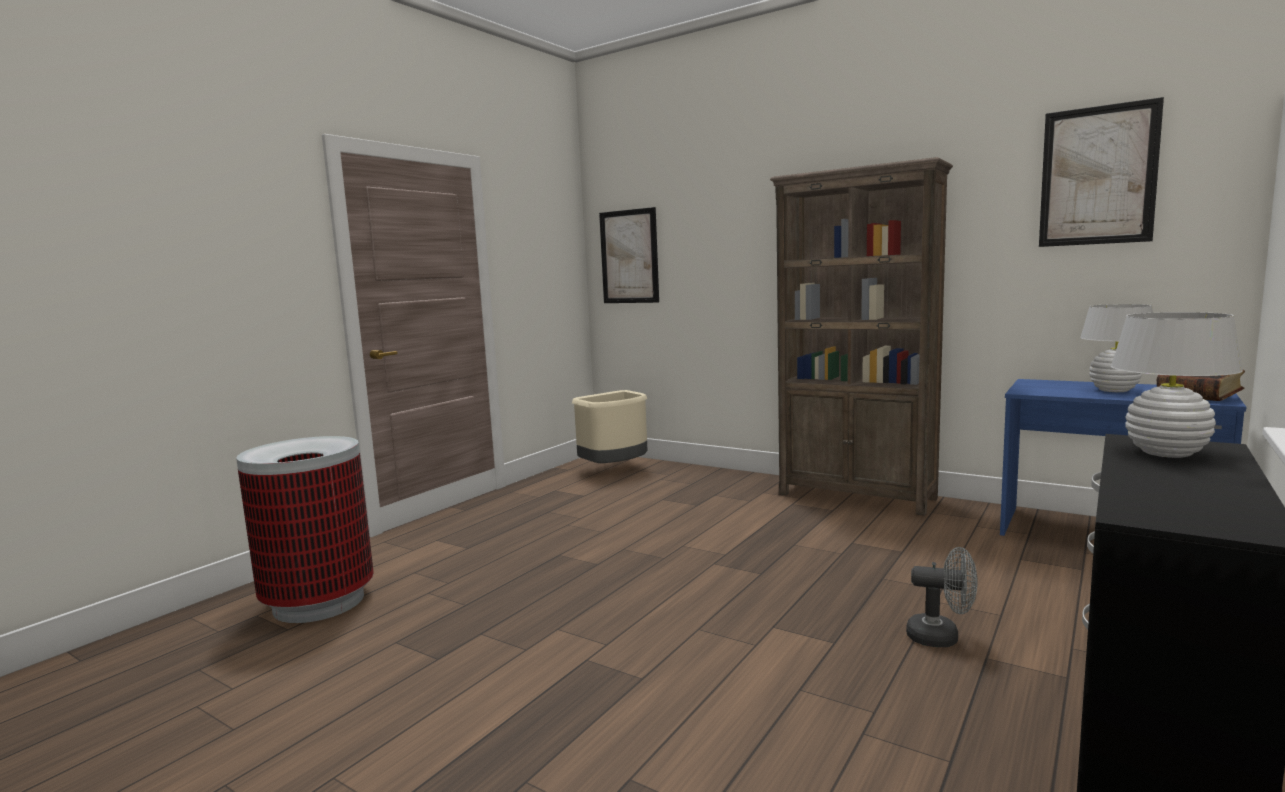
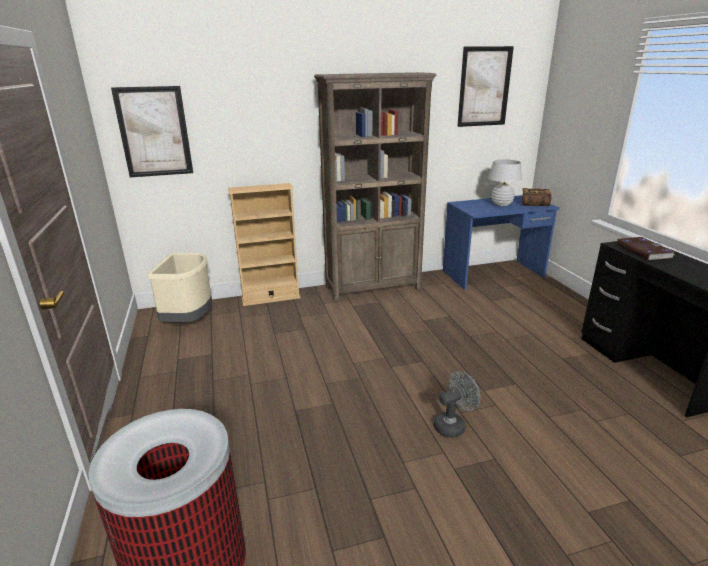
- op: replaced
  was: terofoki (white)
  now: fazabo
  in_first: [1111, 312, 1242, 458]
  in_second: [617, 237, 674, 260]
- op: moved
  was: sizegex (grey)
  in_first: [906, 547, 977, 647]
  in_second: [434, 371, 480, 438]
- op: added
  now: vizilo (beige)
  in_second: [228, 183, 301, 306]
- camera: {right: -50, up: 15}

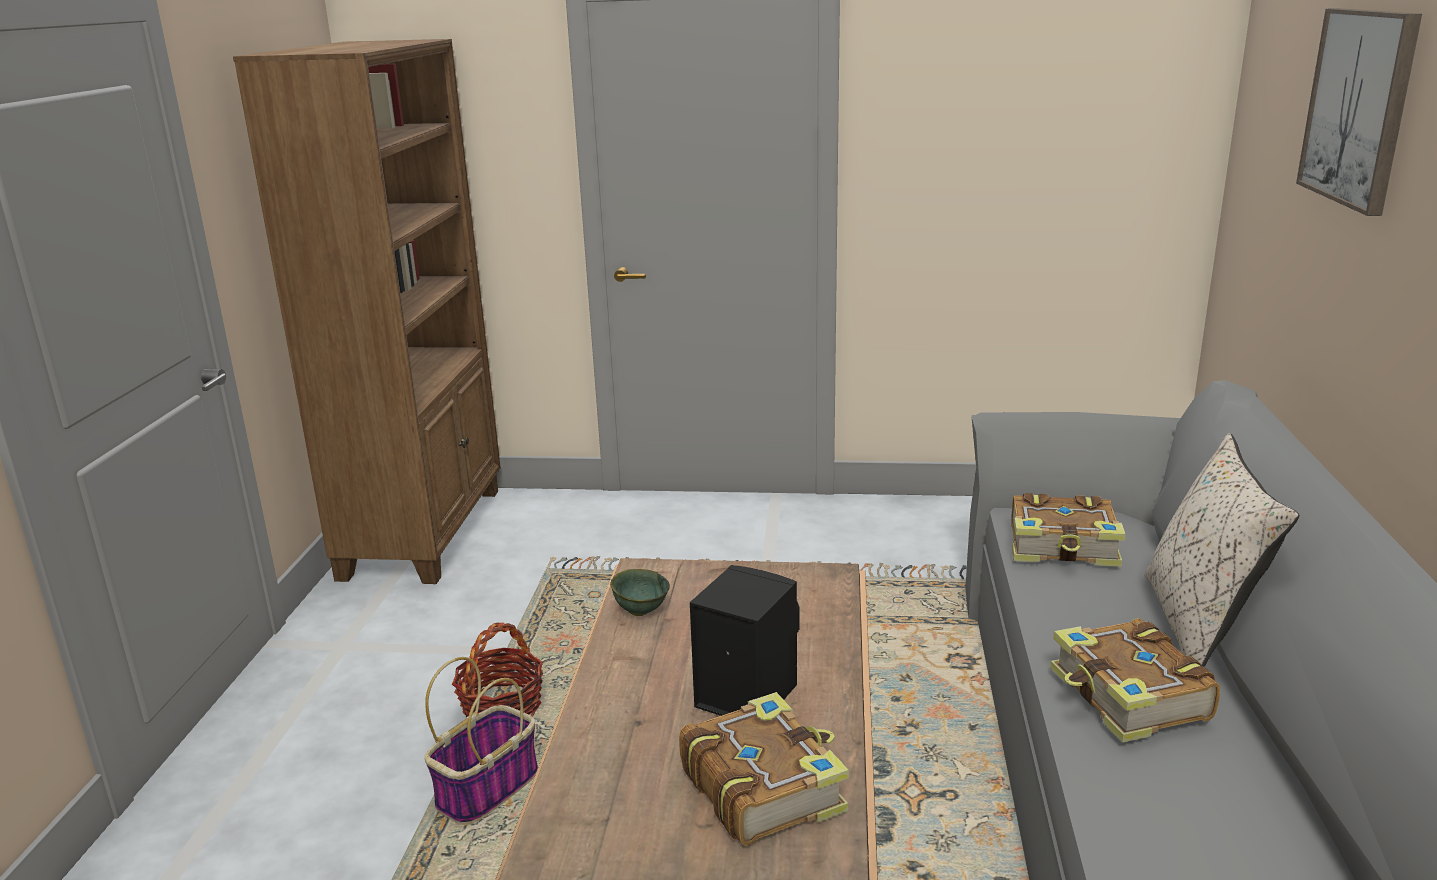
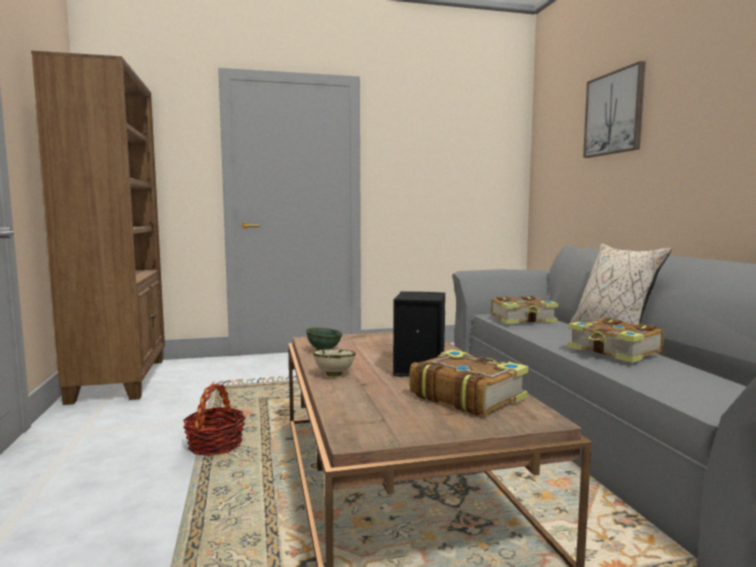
- op: removed
  was: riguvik
  in_first: [424, 657, 538, 825]
- op: added
  now: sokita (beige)
  in_second: [313, 350, 356, 376]
- camera: {right: -20, up: -15}

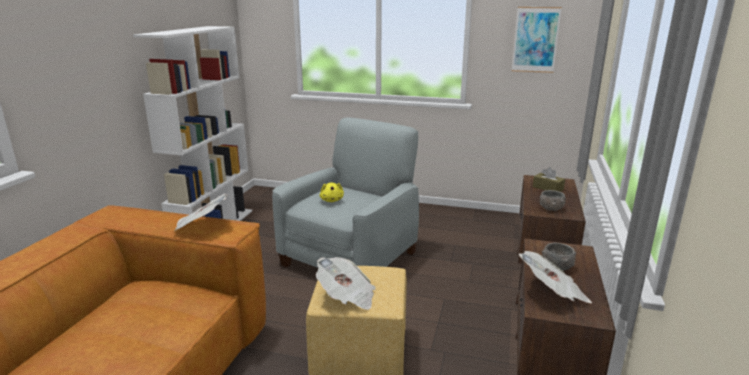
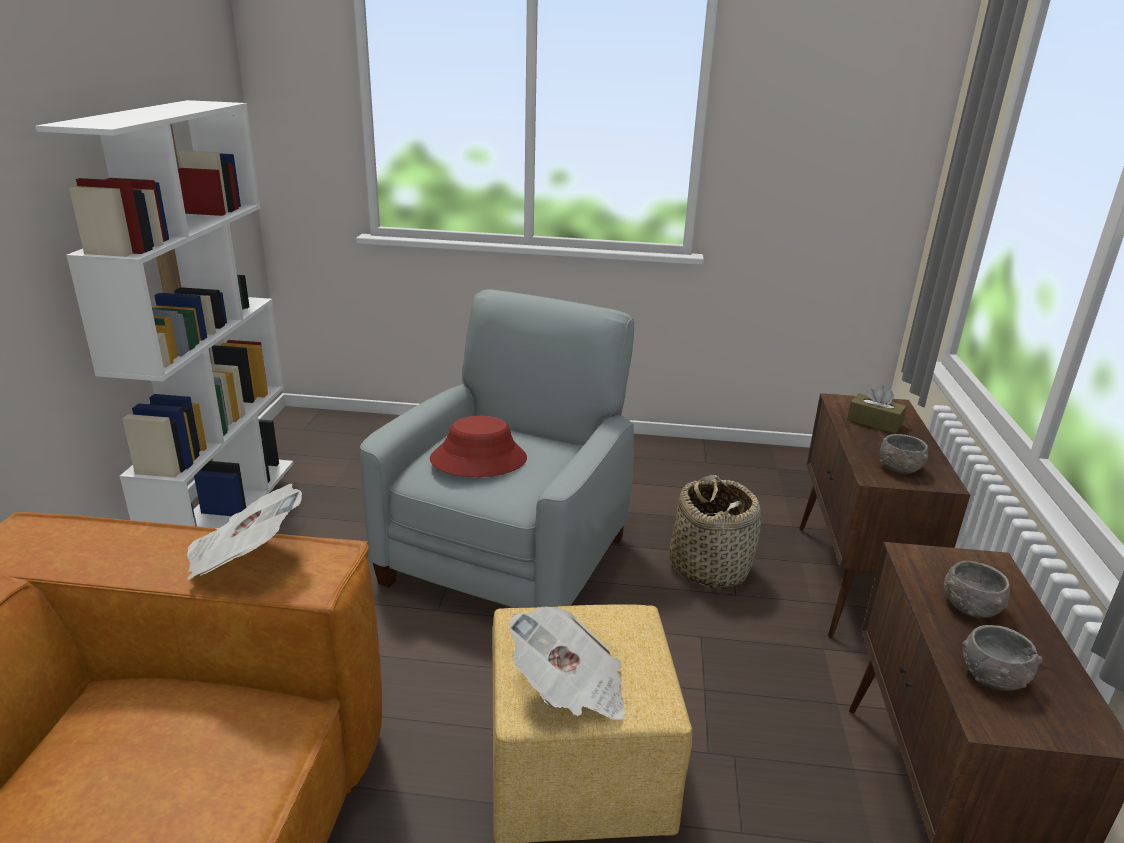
- op: removed
  was: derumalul
  in_first: [512, 7, 562, 73]
- op: replaced
  was: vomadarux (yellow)
  now: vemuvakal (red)
  in_first: [320, 183, 344, 202]
  in_second: [430, 416, 527, 477]
- op: replaced
  was: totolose
  now: sokita (grey)
  in_first: [519, 251, 592, 303]
  in_second: [962, 625, 1042, 691]
- op: added
  now: riguvik
  in_second: [669, 475, 761, 589]
- camera: {right: -10, up: 5}

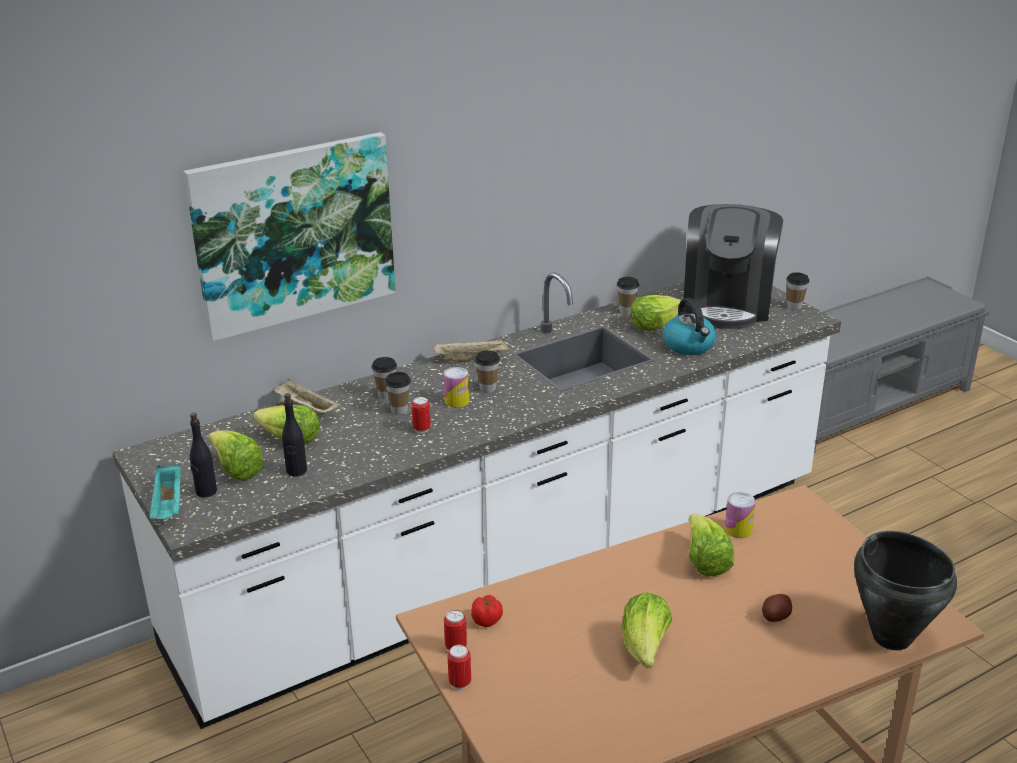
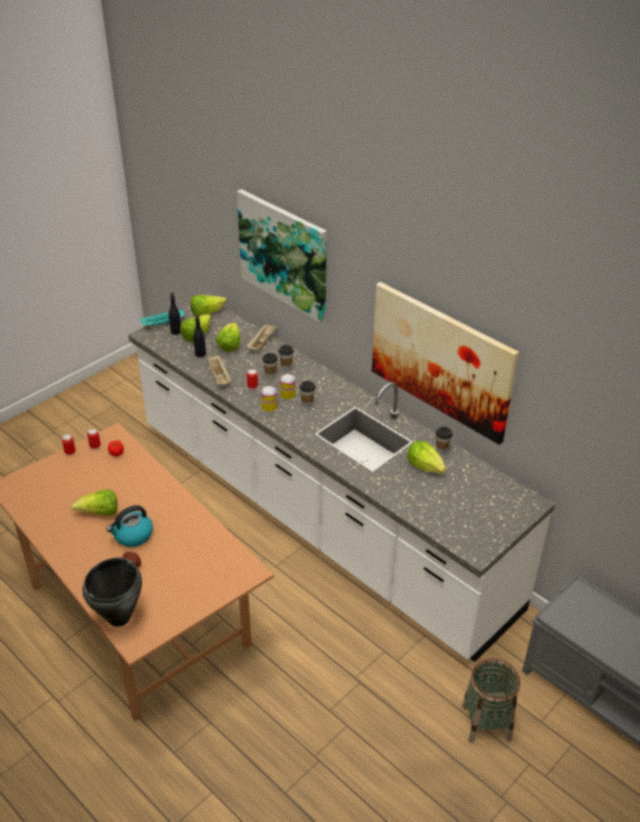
- op: removed
  was: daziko
  in_first: [683, 204, 783, 329]
- op: removed
  was: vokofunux
  in_first: [786, 272, 809, 310]
- op: moved
  was: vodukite
  in_first: [663, 298, 716, 355]
  in_second: [106, 505, 153, 547]
- op: moved
  was: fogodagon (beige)
  in_first: [434, 338, 508, 362]
  in_second: [208, 355, 231, 385]
- op: moved
  was: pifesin
  in_first: [725, 492, 756, 538]
  in_second: [261, 386, 277, 412]
- op: moved
  was: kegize
  in_first: [689, 514, 734, 576]
  in_second: [190, 295, 227, 316]
- op: added
  now: derumalul
  in_second: [372, 282, 519, 445]
- op: added
  now: riguvik
  in_second: [462, 658, 520, 743]
- camera: {right: 75, up: 10}

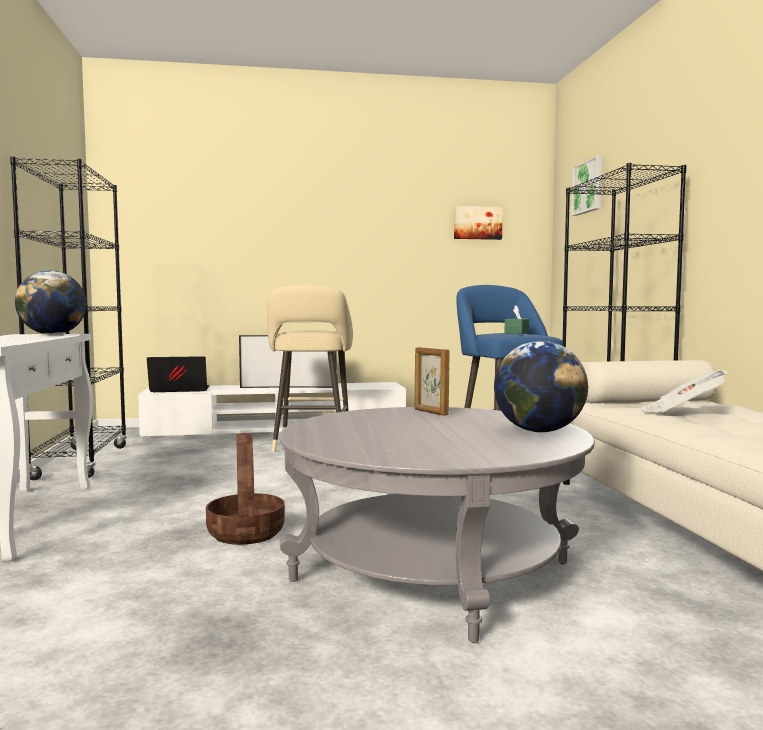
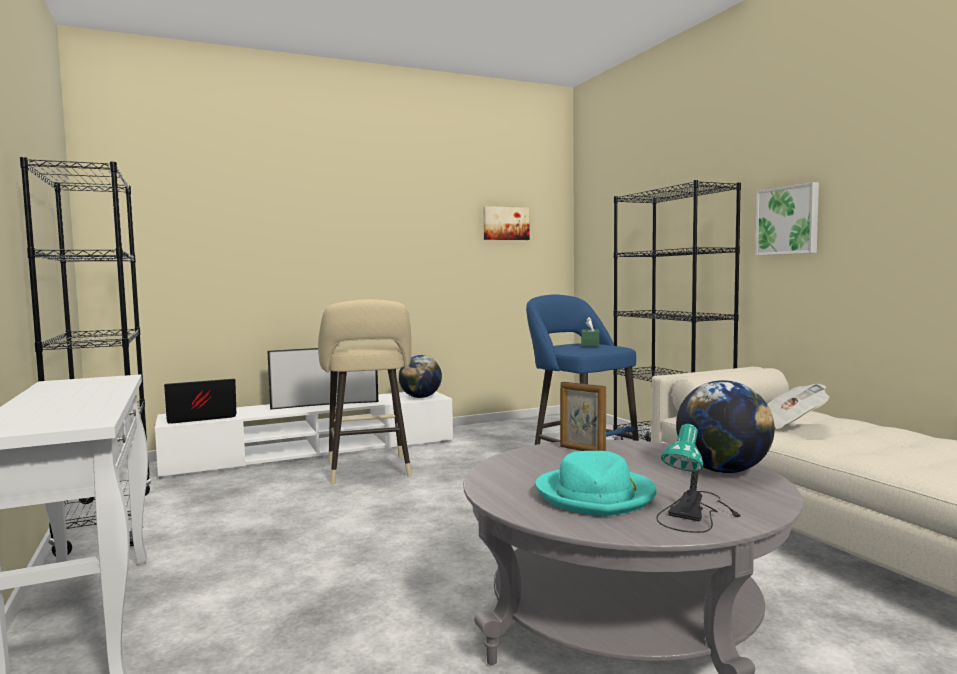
- op: moved
  was: derumalul
  in_first: [572, 156, 602, 216]
  in_second: [755, 182, 819, 256]
- op: moved
  was: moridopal
  in_first: [15, 271, 87, 335]
  in_second: [399, 355, 442, 398]
- op: removed
  was: riguvik
  in_first: [206, 433, 285, 545]
- op: added
  now: terofoki
  in_second: [656, 424, 741, 533]
- op: added
  now: vemuvakal (turquoise)
  in_second: [535, 451, 657, 517]
- camera: {right: -15, up: 0}

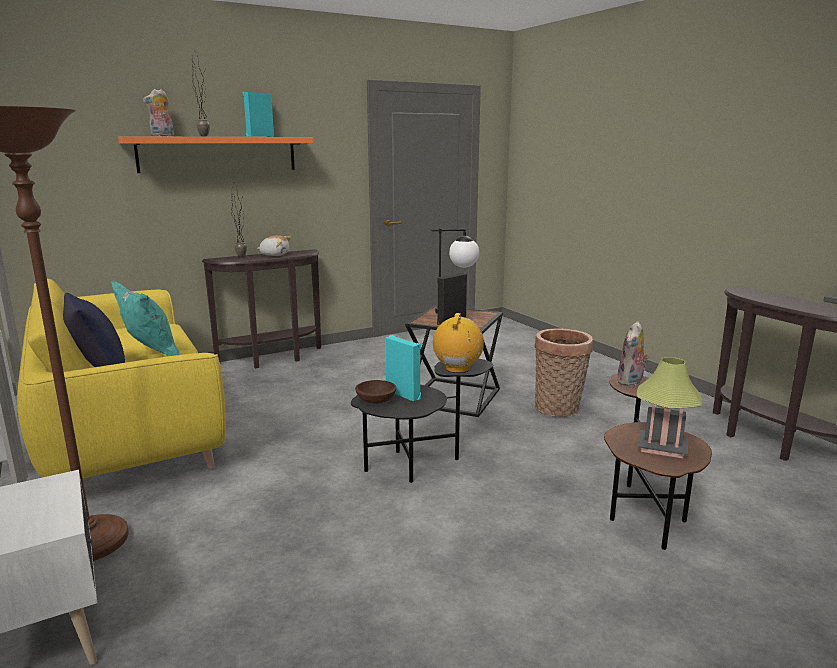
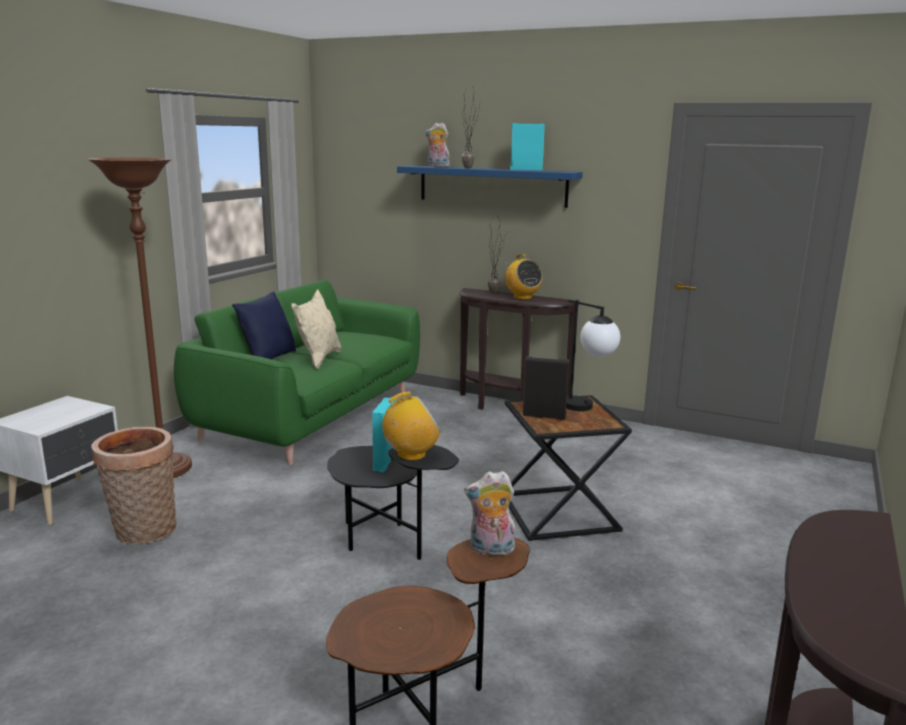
- op: recoloured
  was: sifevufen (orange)
  now: sifevufen (blue)
  in_first: [118, 136, 314, 173]
  in_second: [397, 166, 583, 208]
- op: replaced
  was: vomadarux
  now: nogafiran
  in_first: [257, 235, 291, 256]
  in_second: [505, 254, 543, 300]
- op: recoloured
  was: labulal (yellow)
  now: labulal (green)
  in_first: [17, 279, 226, 478]
  in_second: [174, 280, 420, 465]
- op: recoloured
  was: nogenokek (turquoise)
  now: nogenokek (beige)
  in_first: [111, 280, 179, 356]
  in_second: [291, 289, 342, 369]
- op: moved
  was: riguvik
  in_first: [534, 328, 593, 417]
  in_second: [91, 427, 176, 544]
- op: removed
  was: terofoki
  in_first: [637, 357, 702, 458]
- op: removed
  was: sokita (brown)
  in_first: [355, 380, 397, 404]
- camera: {right: 55, up: 0}

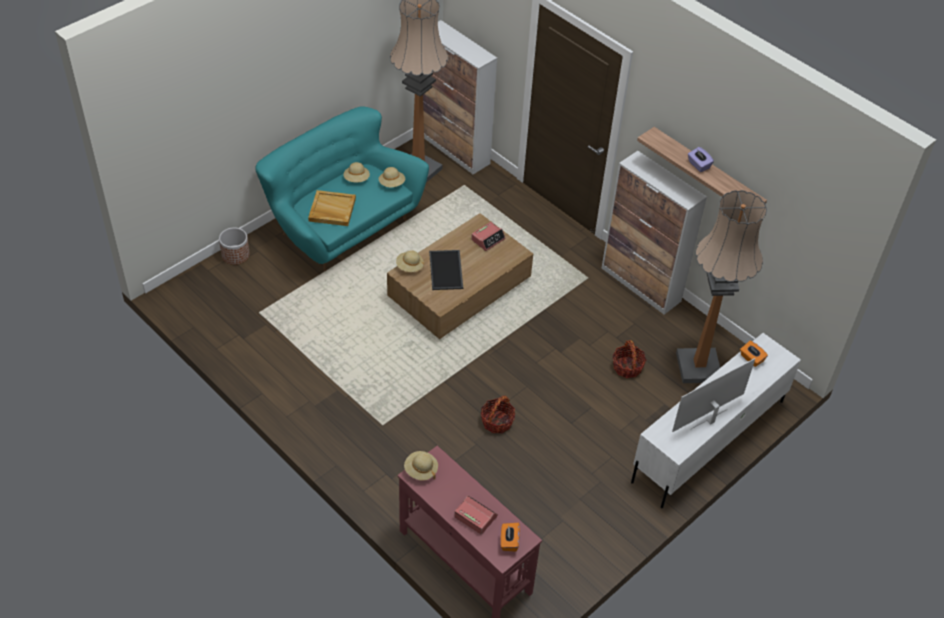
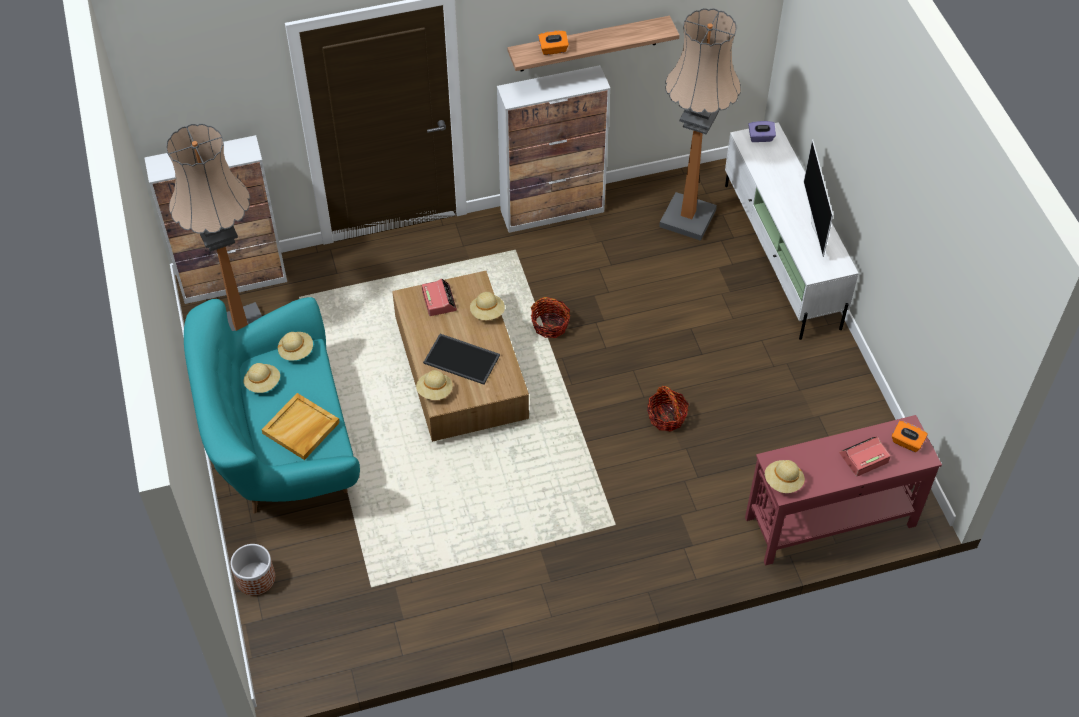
- op: moved
  was: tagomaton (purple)
  in_first: [688, 147, 714, 172]
  in_second: [748, 121, 776, 142]
- op: moved
  was: riguvik
  in_first: [613, 340, 646, 378]
  in_second: [531, 297, 570, 338]
- op: moved
  was: tagomaton (orange)
  in_first: [740, 341, 768, 367]
  in_second: [538, 31, 569, 55]
- op: added
  now: vemuvakal (beige)
  in_second: [470, 292, 505, 320]
- camera: {right: -60, up: 5}

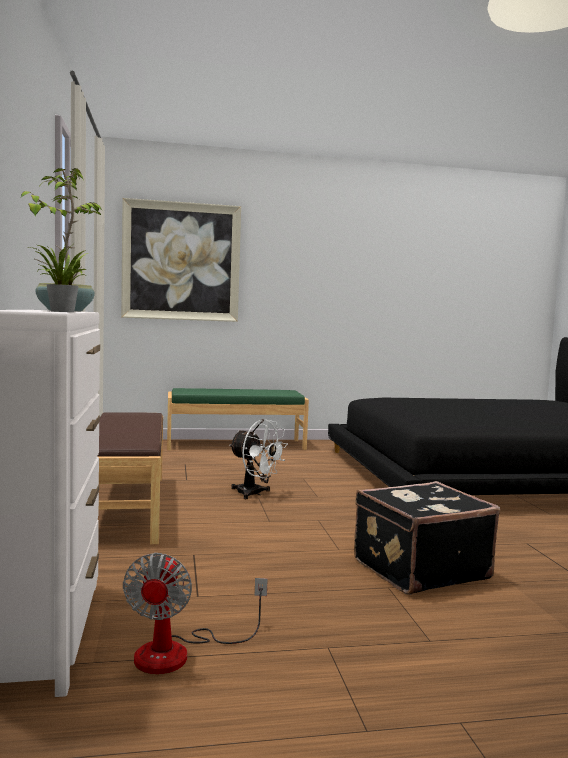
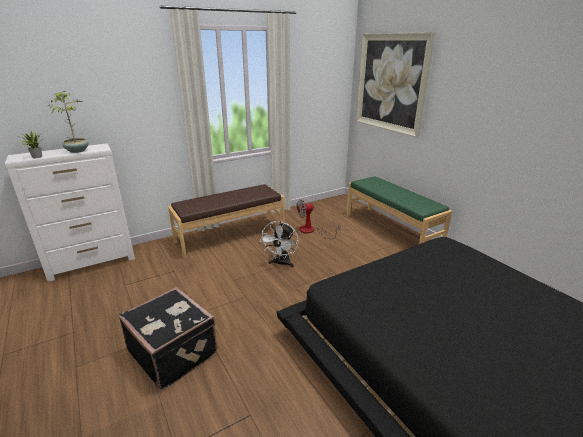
- op: moved
  was: sizegex
  in_first: [123, 553, 268, 674]
  in_second: [296, 199, 340, 239]
- camera: {right: 70, up: 20}

